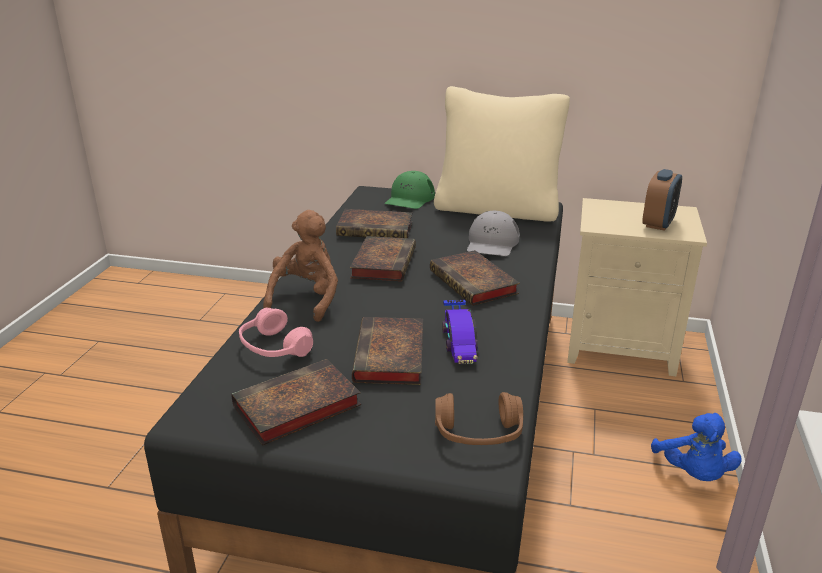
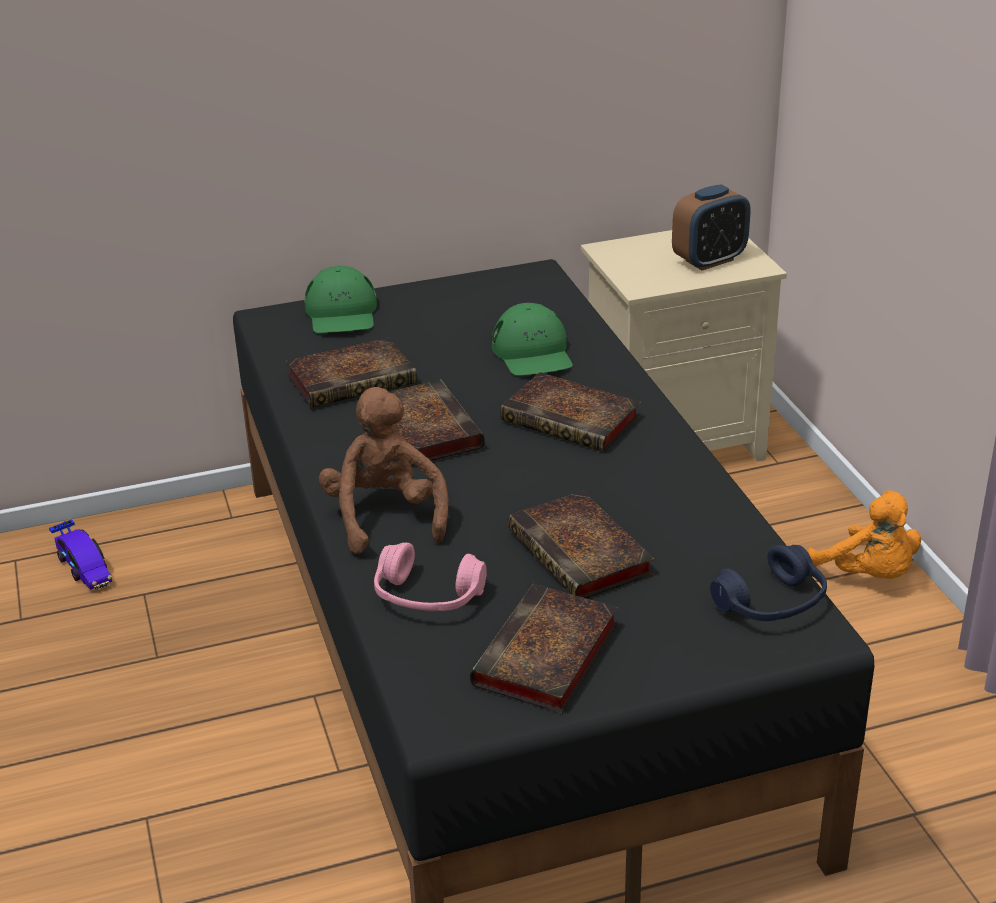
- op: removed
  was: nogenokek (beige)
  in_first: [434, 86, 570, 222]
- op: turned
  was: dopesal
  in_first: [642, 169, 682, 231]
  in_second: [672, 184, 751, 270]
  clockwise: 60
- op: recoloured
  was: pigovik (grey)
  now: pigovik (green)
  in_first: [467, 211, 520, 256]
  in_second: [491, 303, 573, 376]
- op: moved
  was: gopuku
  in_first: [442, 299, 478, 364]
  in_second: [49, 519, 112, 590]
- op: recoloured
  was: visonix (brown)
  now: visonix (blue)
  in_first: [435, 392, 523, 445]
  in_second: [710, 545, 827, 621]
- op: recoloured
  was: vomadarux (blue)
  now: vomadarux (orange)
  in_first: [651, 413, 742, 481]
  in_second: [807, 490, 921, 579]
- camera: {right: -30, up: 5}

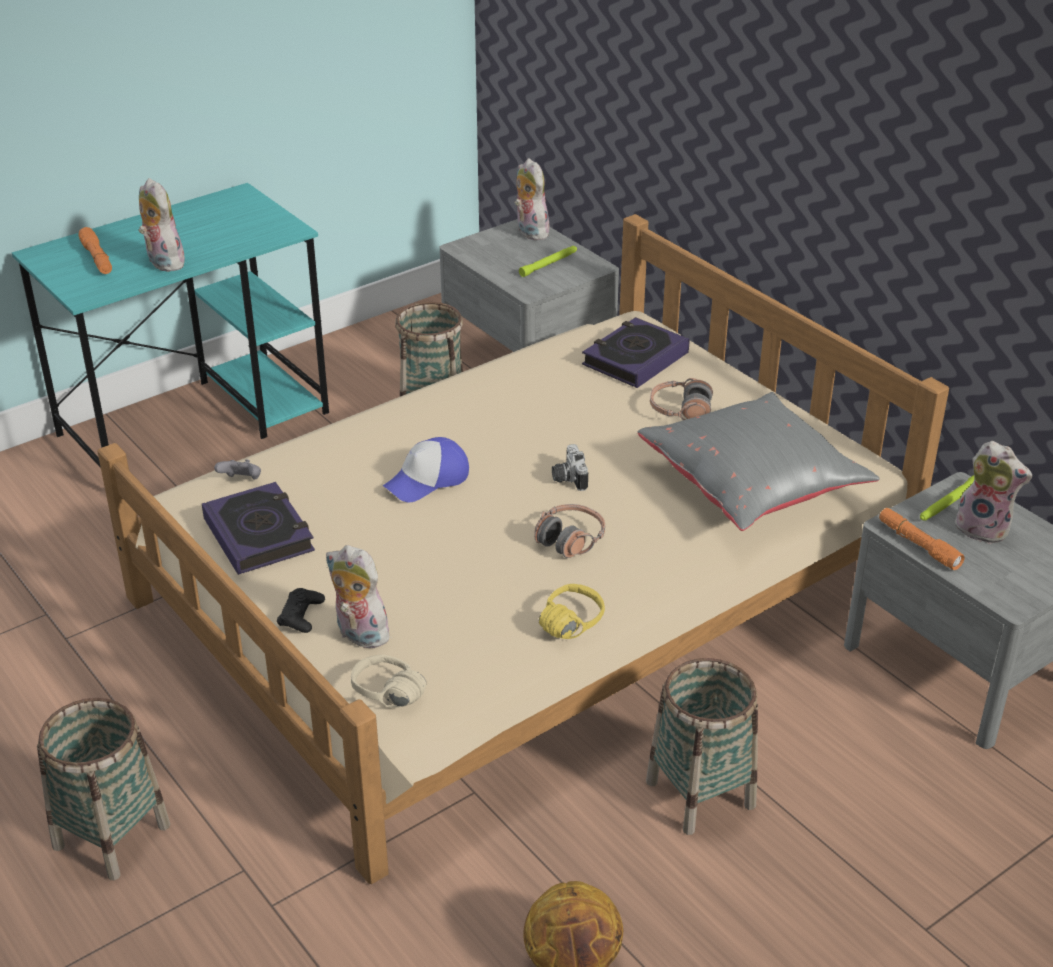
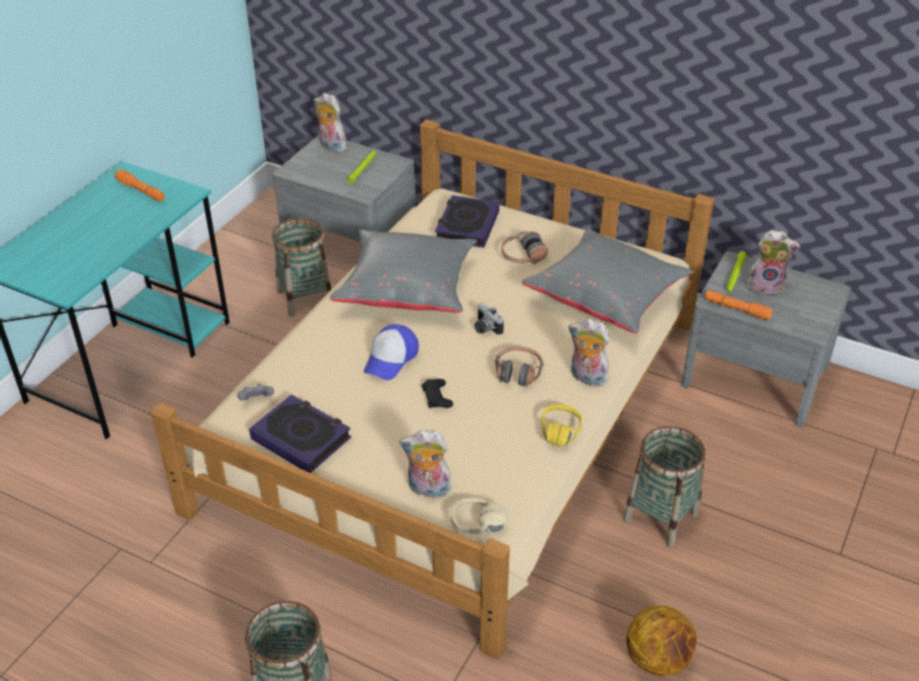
- op: moved
  was: vomadarux
  in_first: [138, 178, 188, 272]
  in_second: [568, 319, 609, 387]
- op: moved
  was: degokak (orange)
  in_first: [78, 227, 112, 274]
  in_second: [115, 170, 165, 201]
- op: moved
  was: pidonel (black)
  in_first: [277, 588, 325, 633]
  in_second: [422, 379, 453, 408]
- op: added
  now: nogenokek (grey)
  in_second: [330, 230, 477, 312]
- camera: {right: -25, up: 5}

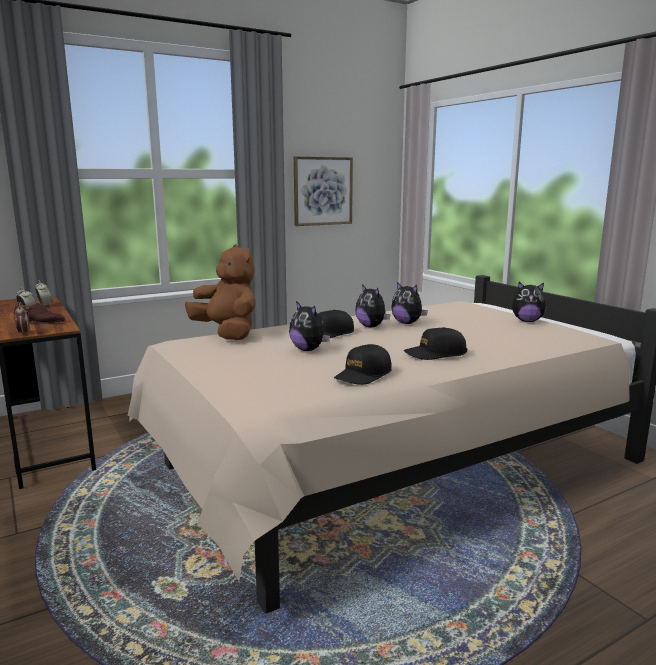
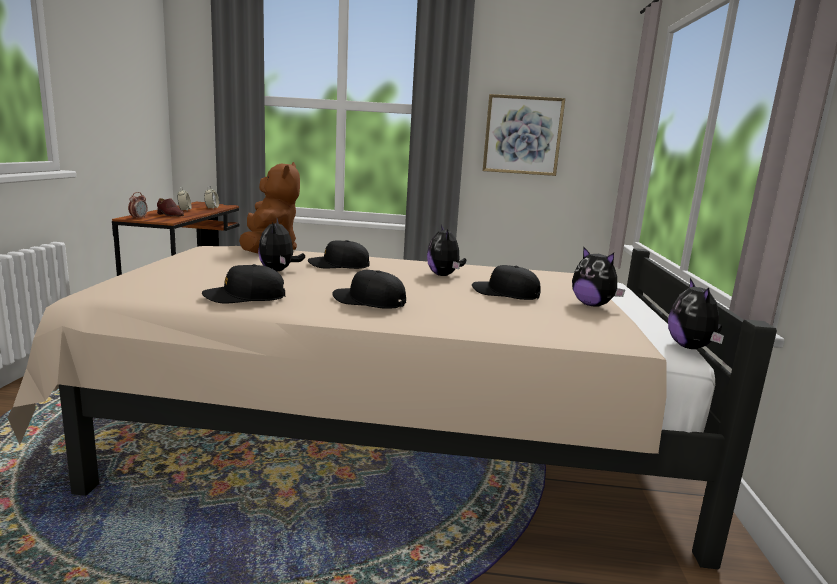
- op: moved
  was: vomadarux
  in_first: [355, 284, 391, 327]
  in_second: [668, 278, 724, 349]
- op: added
  now: pigovik (black)
  in_second: [472, 265, 540, 300]
- camera: {right: 35, up: 0}

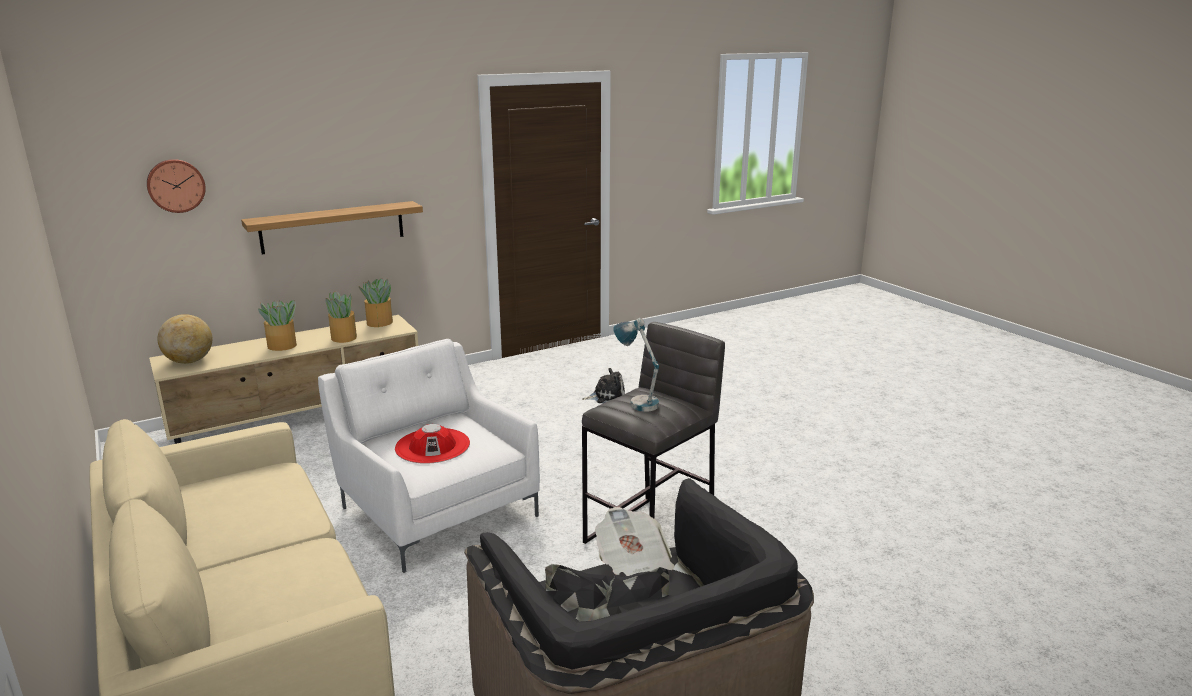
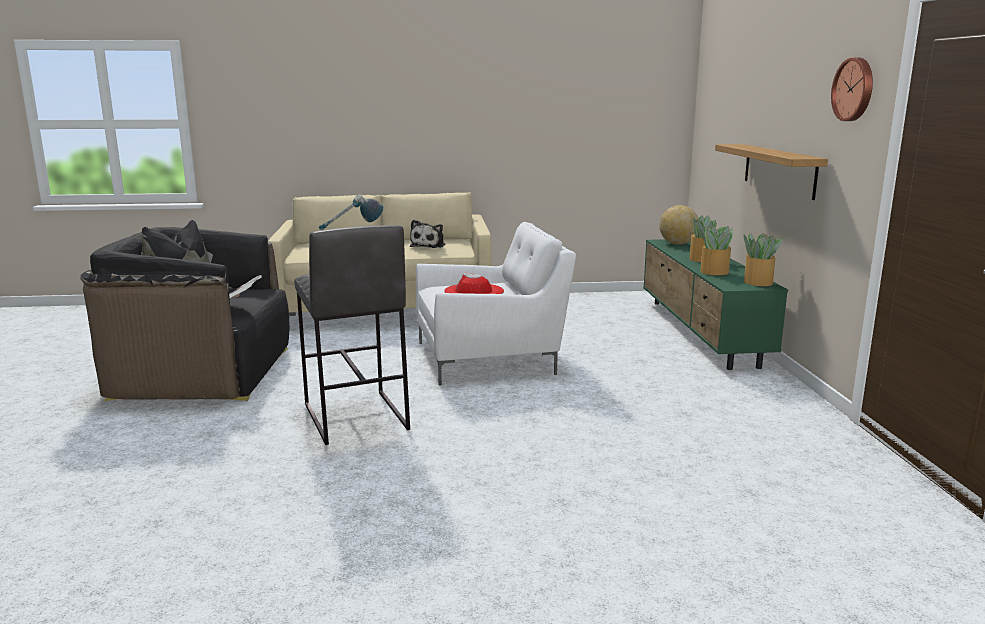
- op: moved
  was: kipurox
  in_first: [147, 159, 206, 213]
  in_second: [831, 57, 873, 121]
- op: recoloured
  was: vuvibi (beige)
  now: vuvibi (green)
  in_first: [149, 315, 418, 444]
  in_second: [643, 239, 788, 370]
- op: moved
  was: vomadarux
  in_first: [582, 368, 625, 403]
  in_second: [410, 220, 445, 248]
- camera: {right: 115, up: -5}

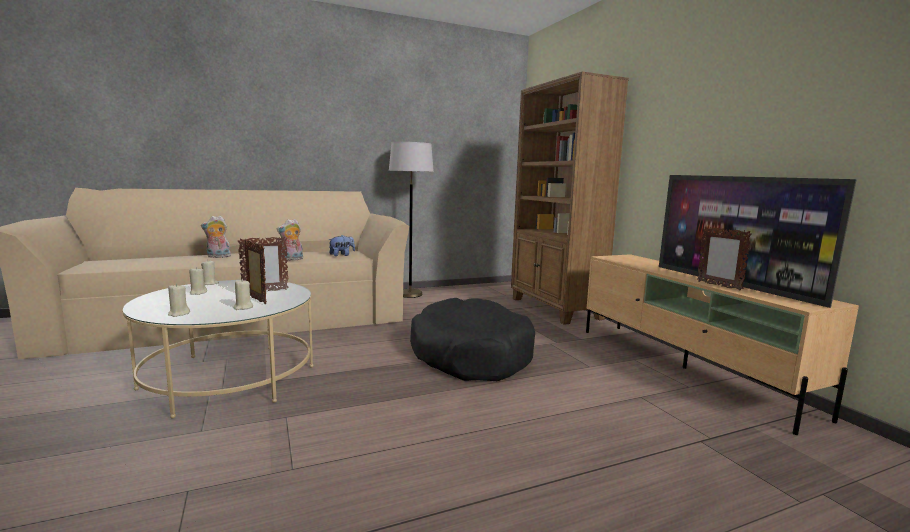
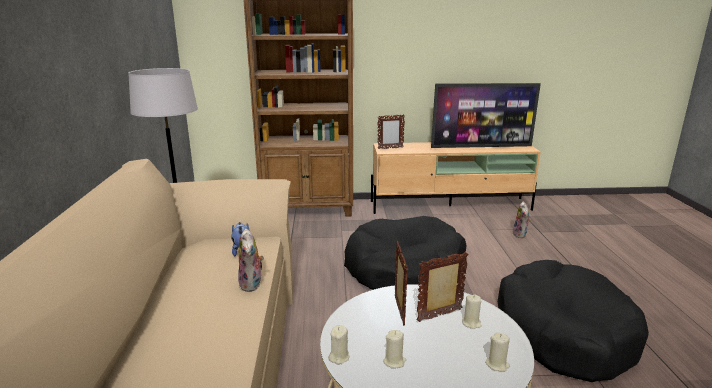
- op: moved
  was: vomadarux
  in_first: [201, 216, 231, 258]
  in_second: [513, 202, 531, 238]
- op: moved
  was: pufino
  in_first: [697, 227, 752, 291]
  in_second: [377, 114, 405, 149]
- op: added
  now: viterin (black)
  in_second: [498, 260, 649, 382]
- camera: {right: -70, up: 10}

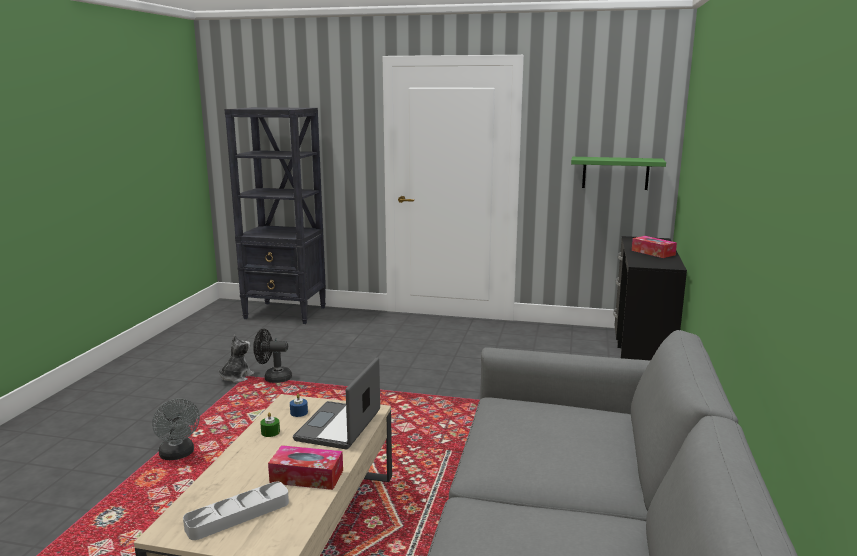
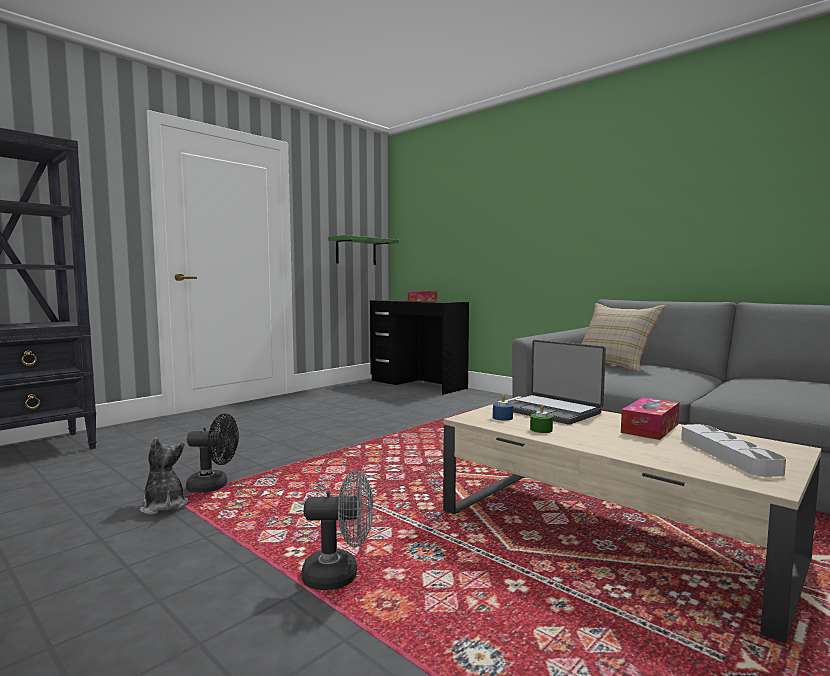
- op: turned
  was: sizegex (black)
  in_first: [253, 329, 292, 383]
  in_second: [186, 413, 239, 493]
  clockwise: -120
- op: added
  now: nogenokek (beige)
  in_second: [582, 303, 665, 372]
- camera: {right: -60, up: -10}

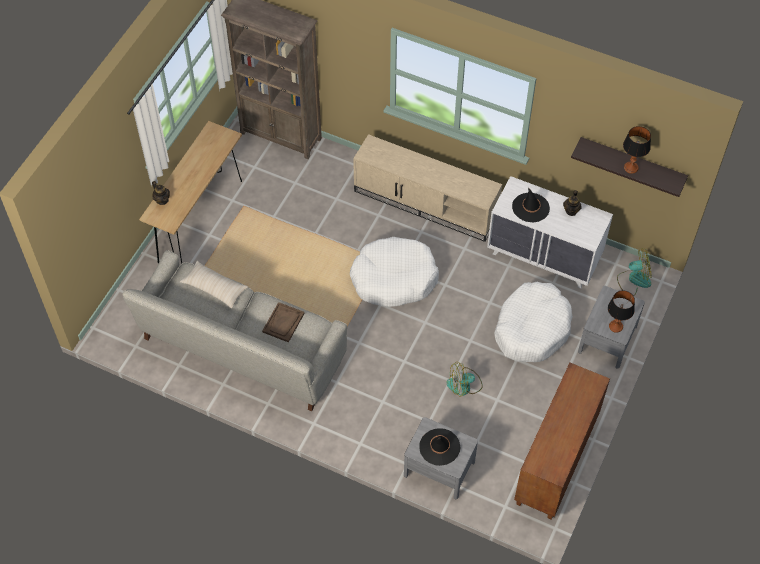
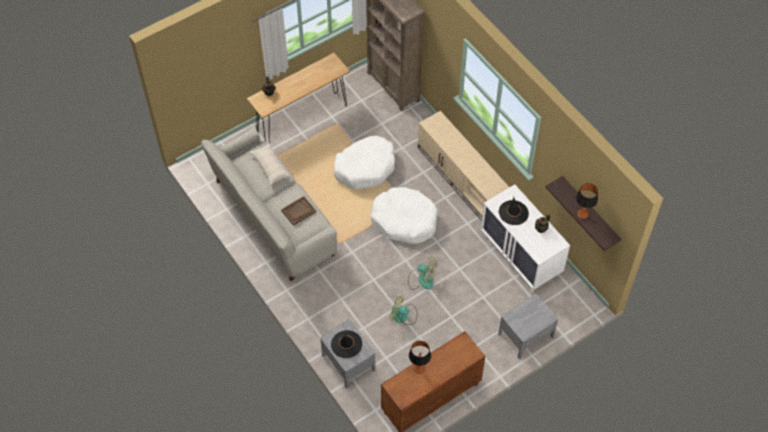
- op: moved
  was: sizegex
  in_first: [617, 248, 652, 296]
  in_second: [408, 257, 437, 290]
- op: moved
  was: viterin (white)
  in_first: [494, 282, 573, 362]
  in_second: [334, 136, 395, 189]
- op: moved
  was: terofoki
  in_first: [608, 290, 635, 333]
  in_second: [409, 341, 431, 373]
- camera: {right: 30, up: 0}

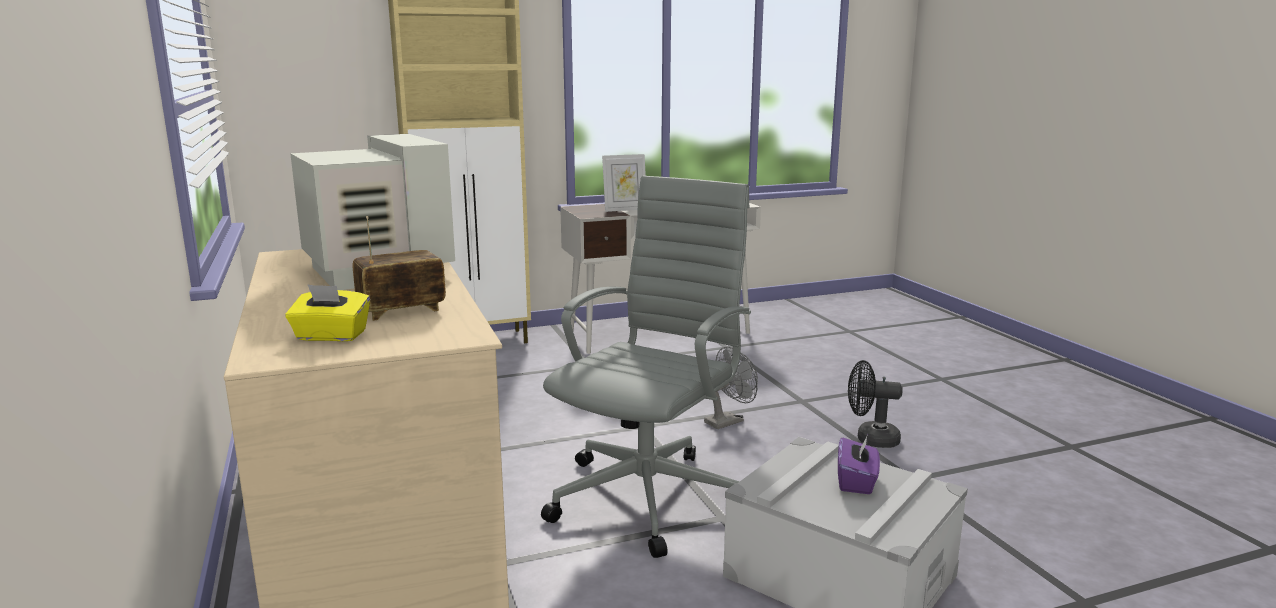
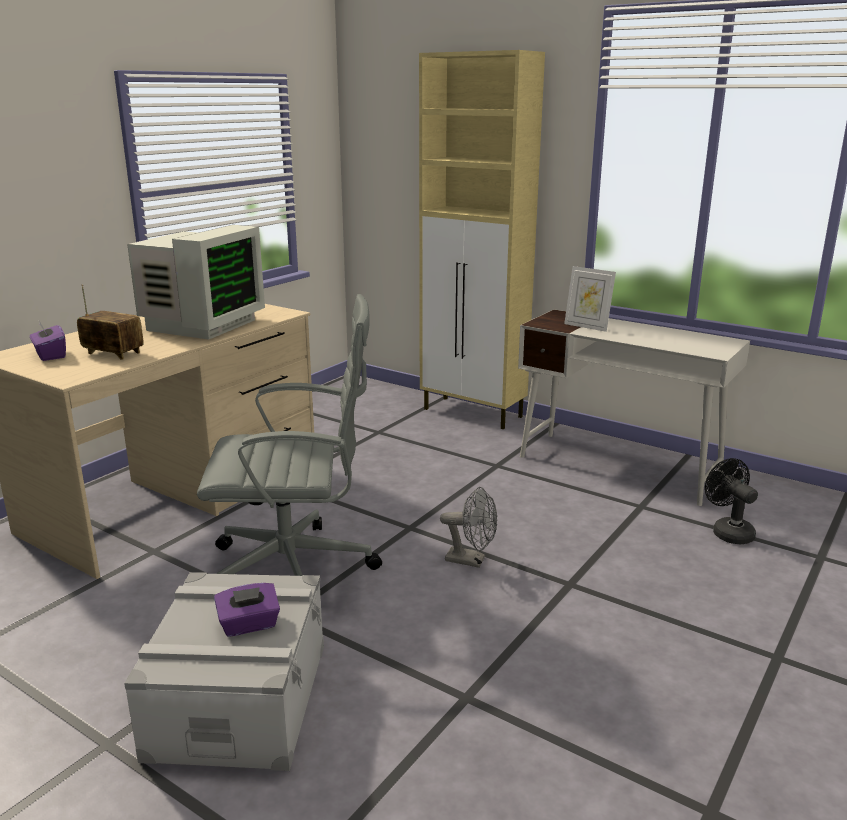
- op: recoloured
  was: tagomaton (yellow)
  now: tagomaton (purple)
  in_first: [285, 284, 370, 341]
  in_second: [30, 321, 66, 361]
- op: moved
  was: sizegex (black)
  in_first: [848, 360, 902, 448]
  in_second: [705, 458, 758, 544]
- camera: {right: 55, up: 5}

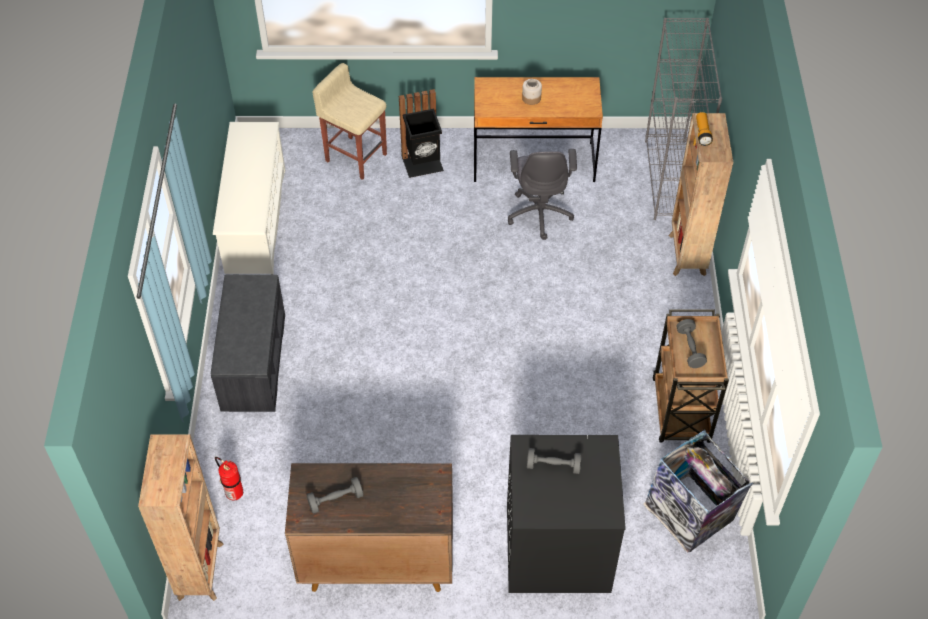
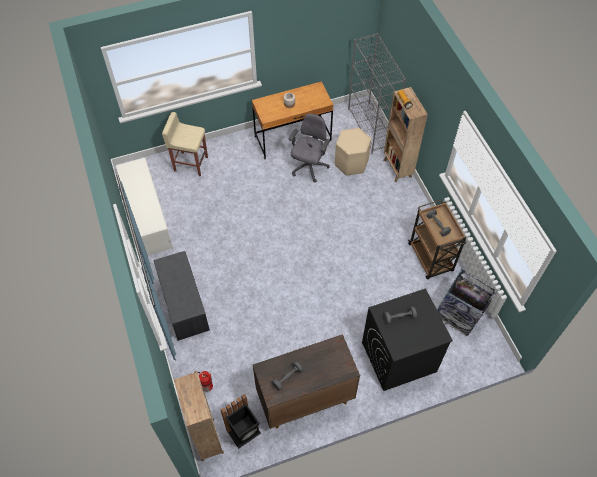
- op: moved
  was: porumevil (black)
  in_first: [399, 89, 444, 178]
  in_second: [221, 394, 261, 449]
- op: turned
  was: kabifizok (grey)
  in_first: [508, 149, 577, 240]
  in_second: [289, 113, 330, 183]
  clockwise: -135
- op: added
  now: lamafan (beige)
  in_second: [335, 128, 371, 176]
- camera: {right: -20, up: 5}

